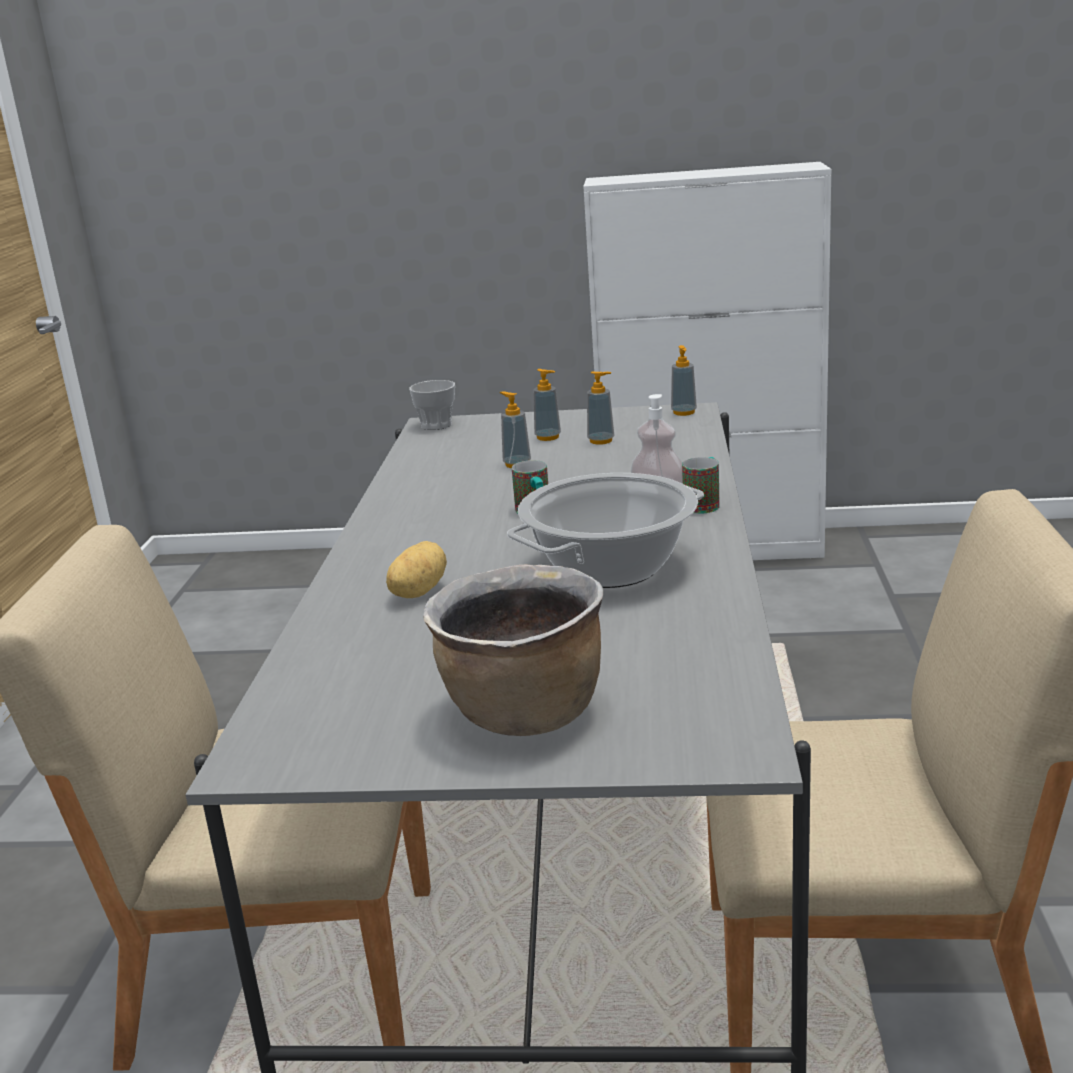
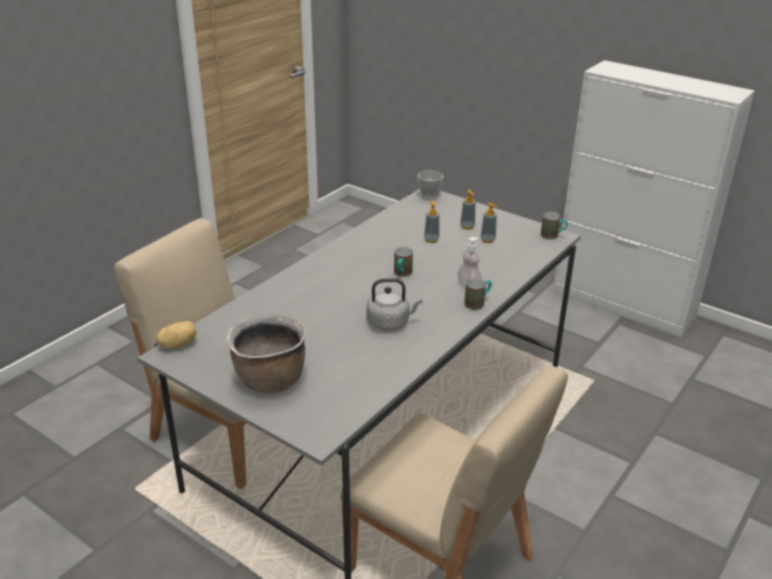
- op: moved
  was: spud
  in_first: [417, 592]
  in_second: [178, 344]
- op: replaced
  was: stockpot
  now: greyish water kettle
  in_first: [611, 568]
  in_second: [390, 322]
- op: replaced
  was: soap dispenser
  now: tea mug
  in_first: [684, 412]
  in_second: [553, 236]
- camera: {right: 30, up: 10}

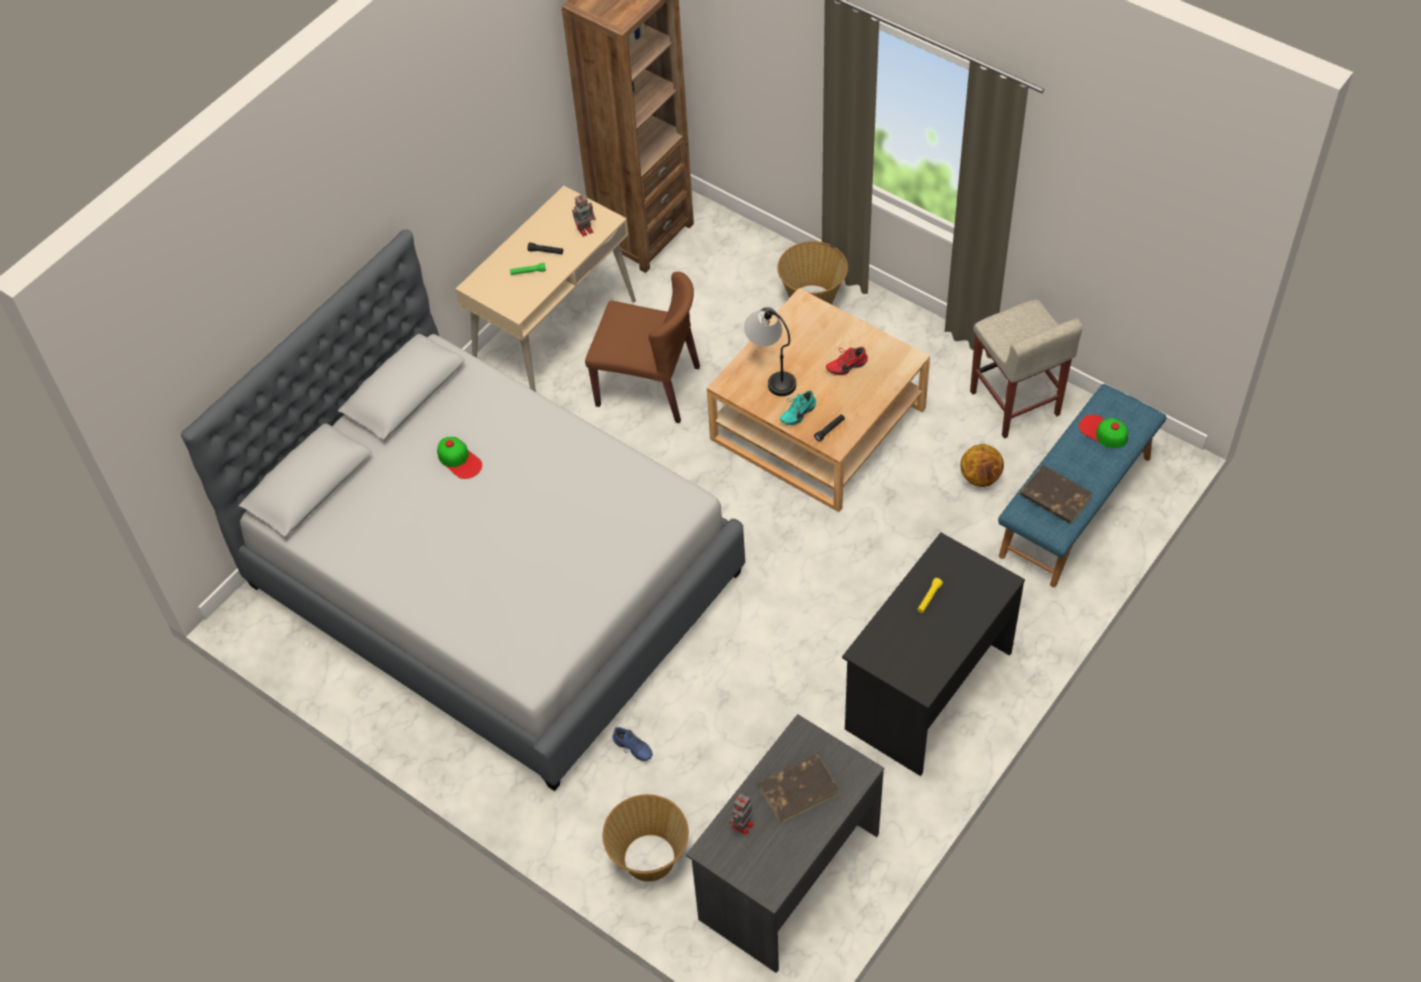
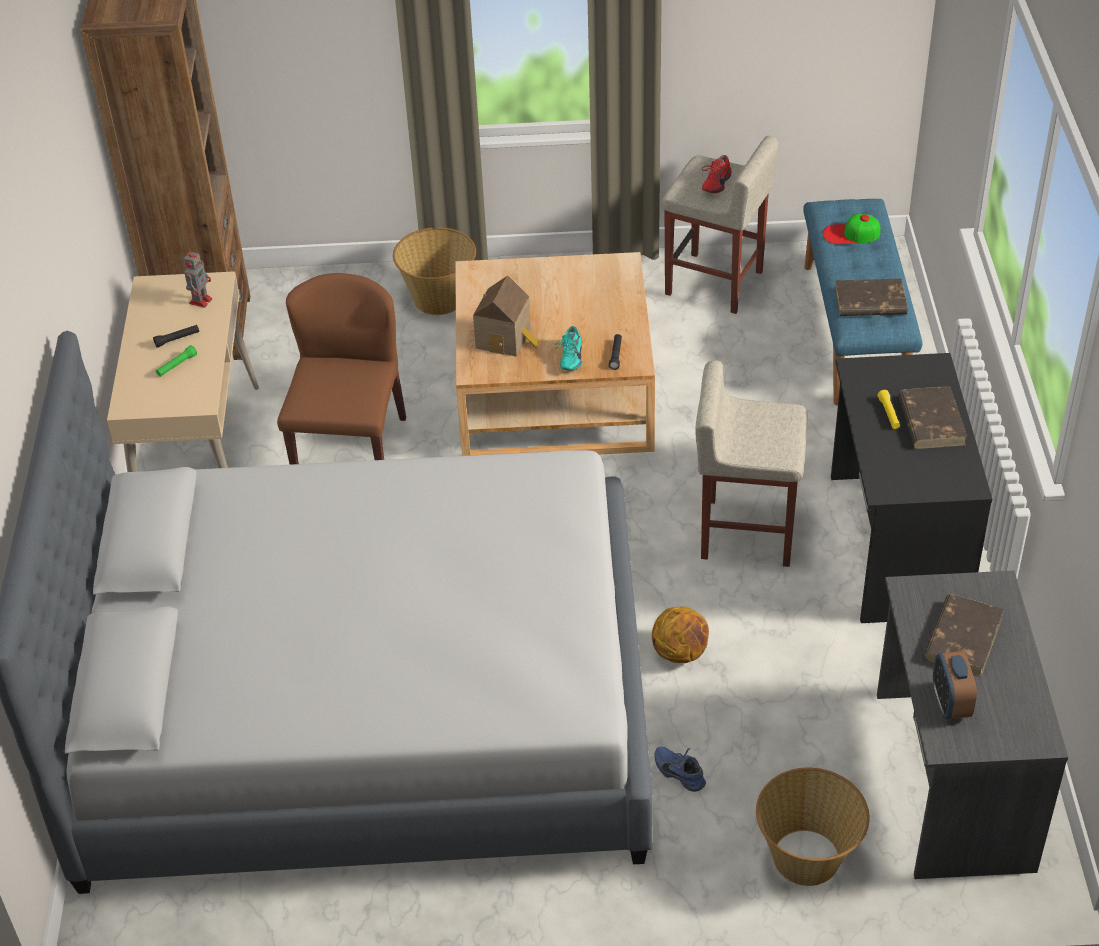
- op: turned
  was: brownish upright chair
  in_first: [649, 386]
  in_second: [350, 451]
  clockwise: -60
- op: replaced
  was: table lamp
  now: model house
  in_first: [771, 372]
  in_second: [506, 339]
- op: moved
  was: basketball
  in_first: [981, 477]
  in_second: [681, 652]
- op: turned
  was: blue-coloured low shoe
  in_first: [632, 749]
  in_second: [681, 772]
  clockwise: -135
- op: added
  now: sand-coloured stool
  in_second: [746, 532]
- op: moved
  was: reddish low shoe
  in_first: [846, 365]
  in_second: [715, 184]
- op: added
  now: brownish bound book
  in_second: [931, 421]
- op: replaced
  was: robot figure
  now: bedside clock
  in_first: [742, 826]
  in_second: [950, 703]
- op: removed
  was: cap
  in_first: [459, 460]
- camera: {right: -40, up: -10}

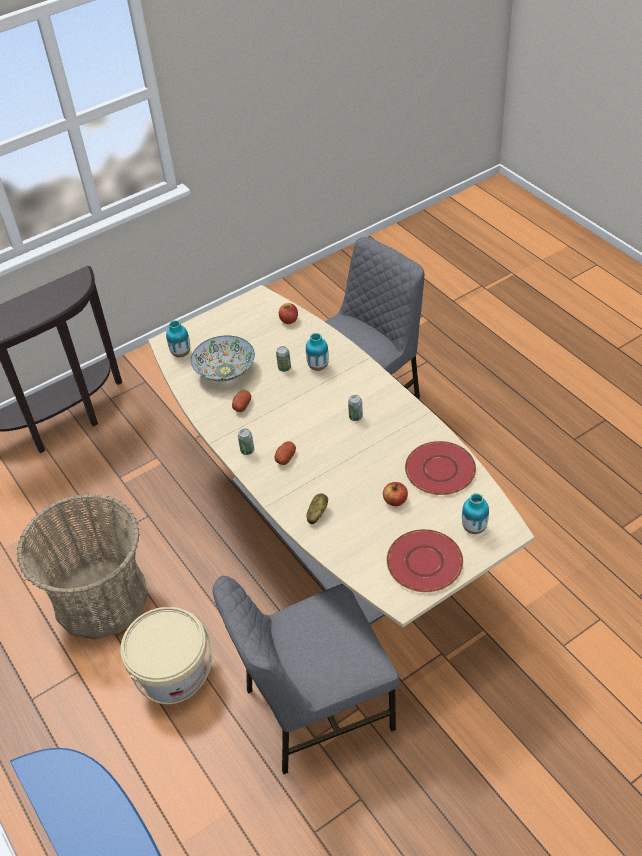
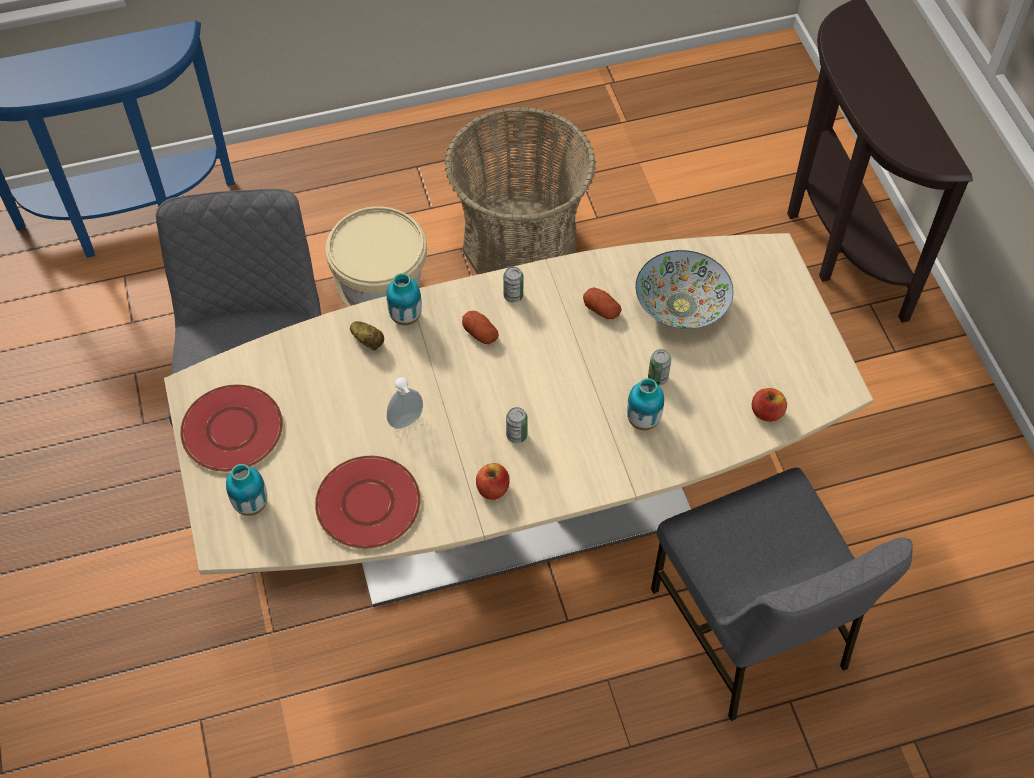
- op: moved
  was: vase
  in_first: [181, 353]
  in_second: [406, 317]
- op: added
  now: soap dispenser
  in_second: [407, 422]
- op: moved
  was: apple fruit
  in_first: [395, 500]
  in_second: [492, 489]
- camera: {right: 105, up: 10}

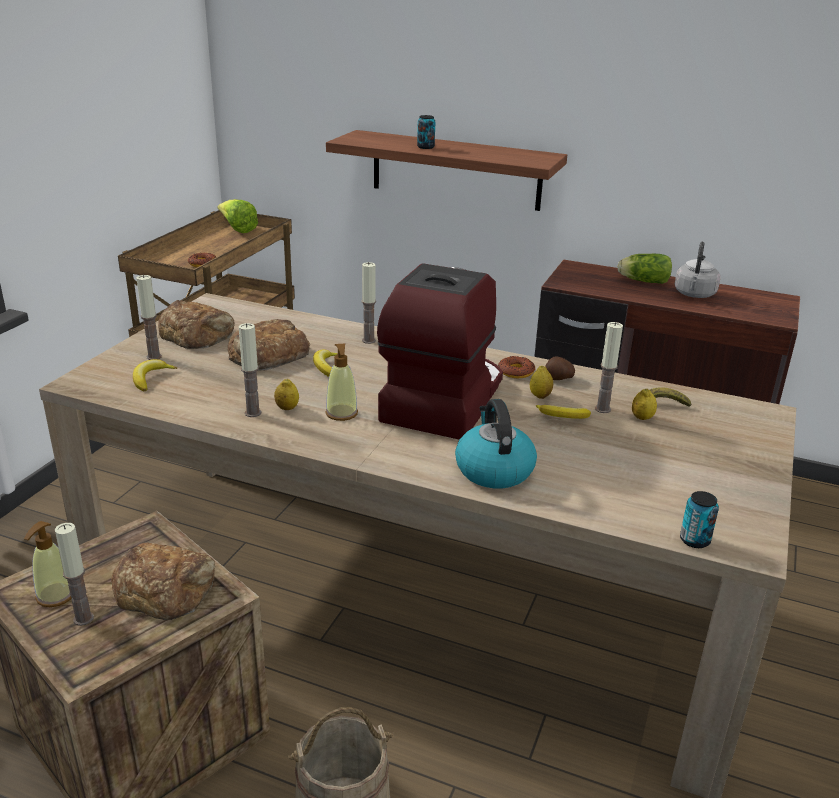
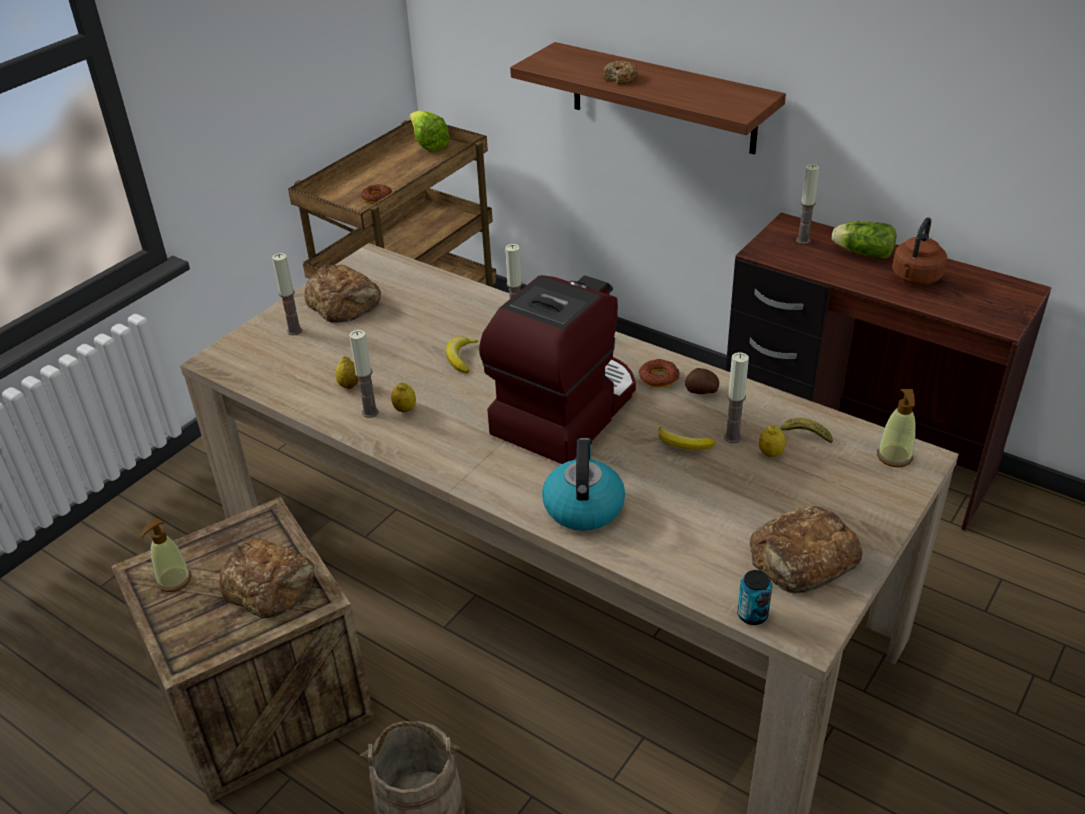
- op: moved
  was: whole lemon
  in_first: [540, 396]
  in_second: [349, 385]
- op: replaced
  was: sealed can
  now: doughnut
  in_first: [425, 147]
  in_second: [620, 78]
- op: moved
  was: bread
  in_first: [267, 355]
  in_second: [802, 559]
- op: moved
  was: candle
  in_first: [83, 618]
  in_second: [803, 240]
- op: moved
  was: soap dispenser
  in_first: [341, 413]
  in_second: [894, 457]
- op: recoloured
  was: greyish water kettle
  now: brownish water kettle
  in_first: [694, 295]
  in_second: [915, 278]
- op: removed
  was: banana fruit
  in_first: [151, 379]
- camera: {right: 15, up: 10}

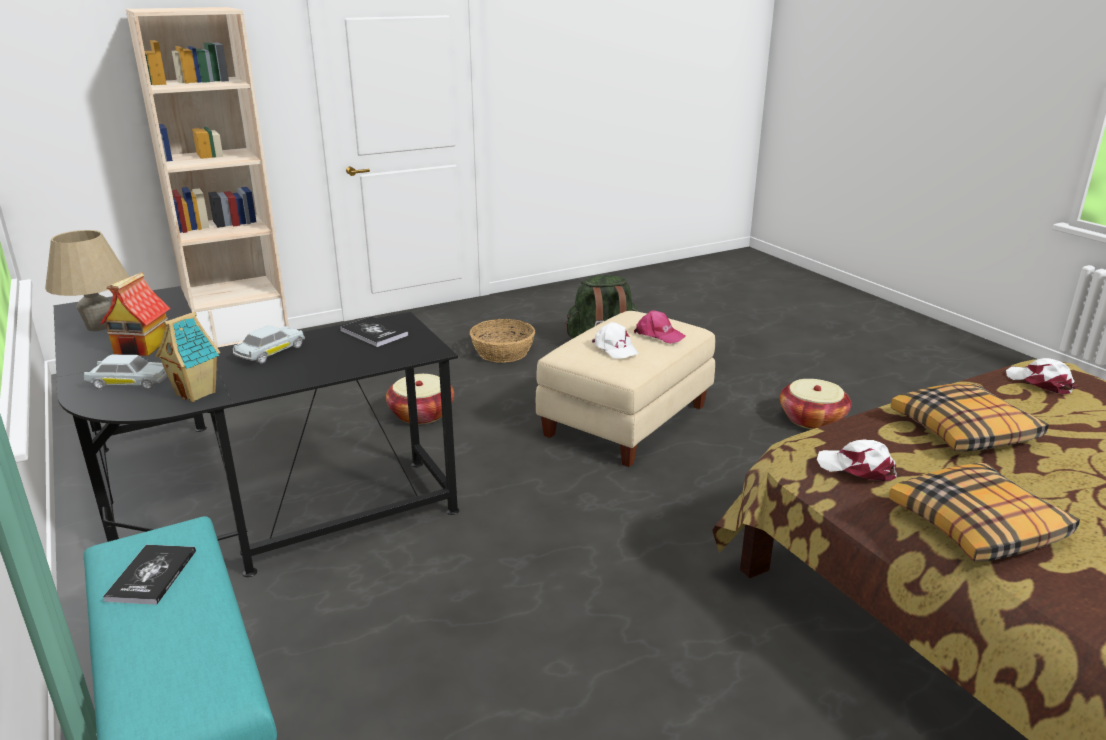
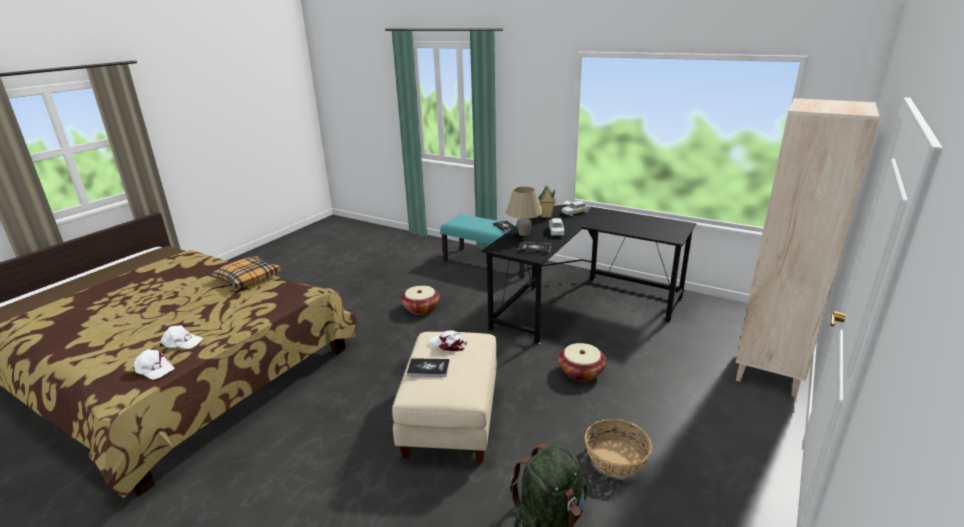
- op: moved
  was: white-coloured cap
  in_first: [857, 468]
  in_second: [181, 342]
- op: moved
  was: storage basket
  in_first: [812, 419]
  in_second: [421, 308]
- op: replaced
  was: pink-coloured cap
  now: bound book
  in_first: [658, 334]
  in_second: [428, 368]
- op: moved
  was: sand-coloured table lamp
  in_first: [99, 327]
  in_second: [524, 233]
- op: removed
  was: model house
  in_first: [143, 346]
- op: removed
  was: pillow
  in_first: [964, 431]
- camera: {right: 150, up: 0}

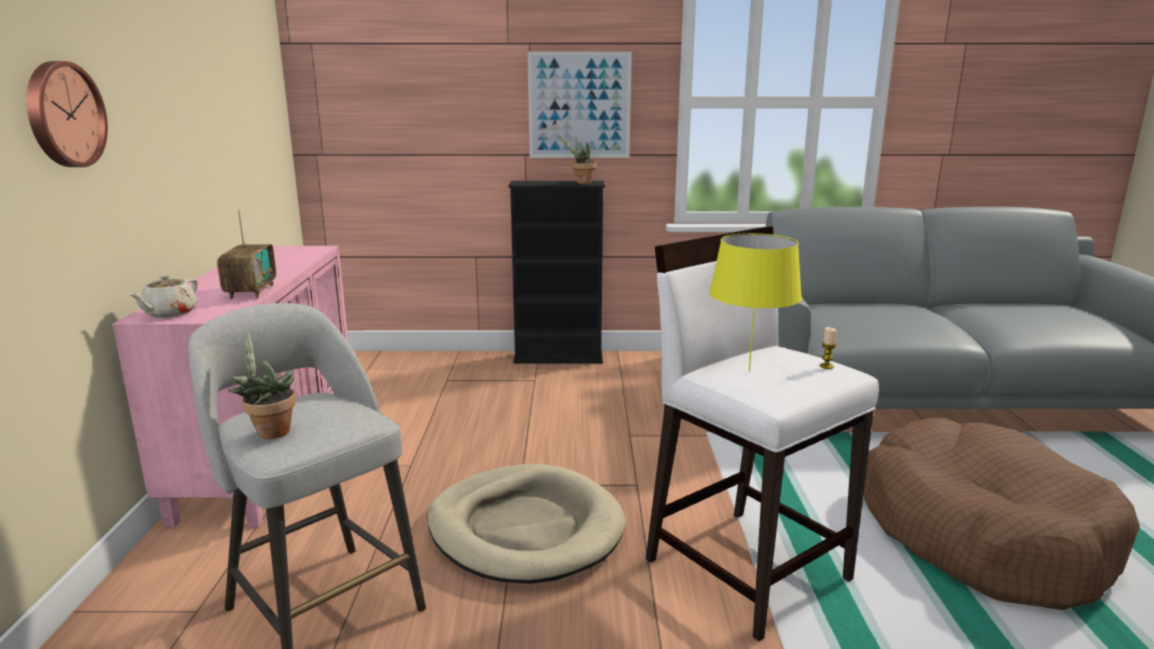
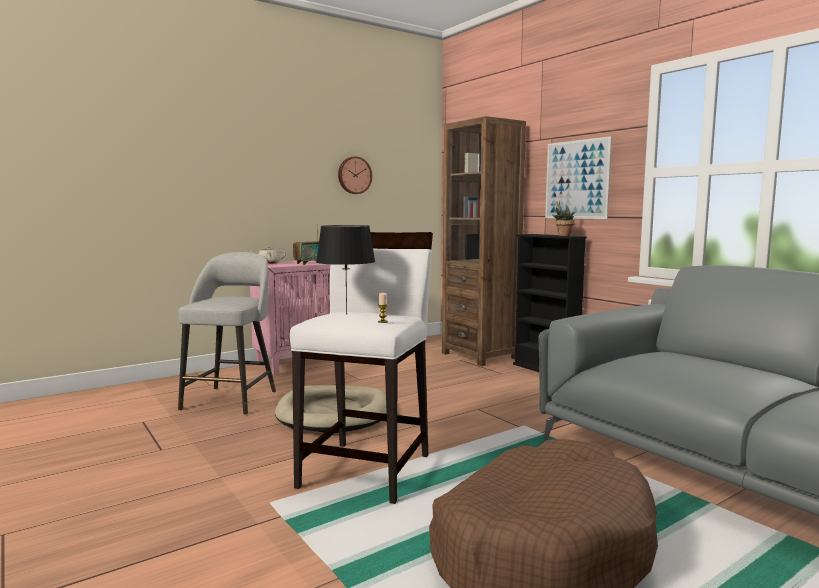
- op: recoloured
  was: yellowish table lamp
  now: blackish table lamp
  in_first: [748, 370]
  in_second: [347, 314]
- op: moved
  was: hanging clock
  in_first: [63, 115]
  in_second: [354, 175]
- op: added
  now: brownish bookshelf
  in_second: [480, 355]
- op: removed
  was: potted plant
  in_first: [270, 431]
- camera: {right: 55, up: -10}

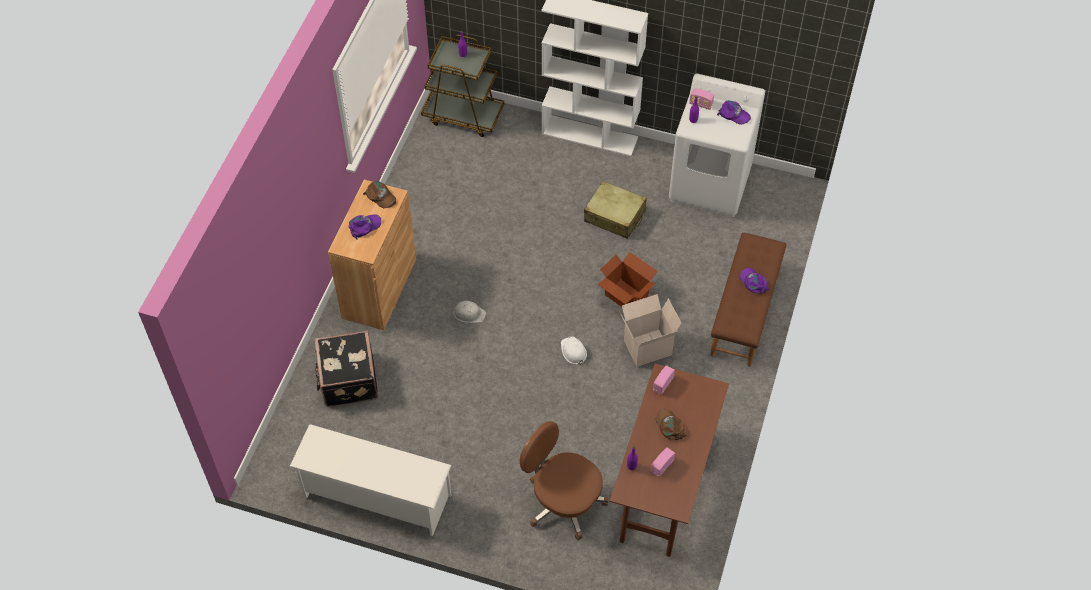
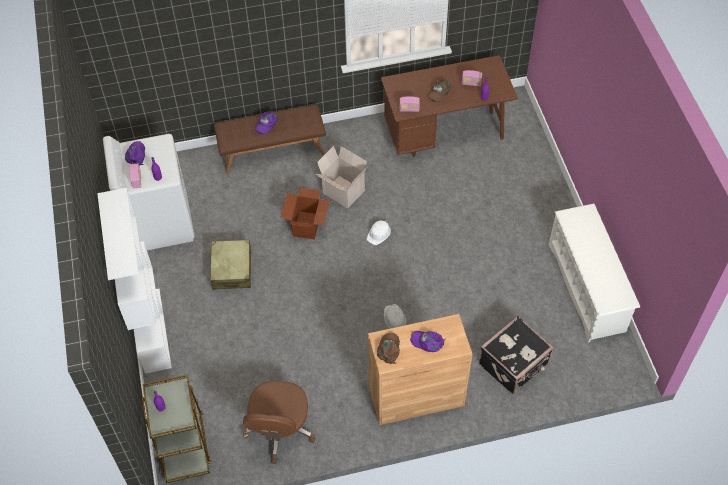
- op: moved
  was: brownish desk chair
  in_first: [563, 502]
  in_second: [280, 430]
- camera: {right: -120, up: 0}

